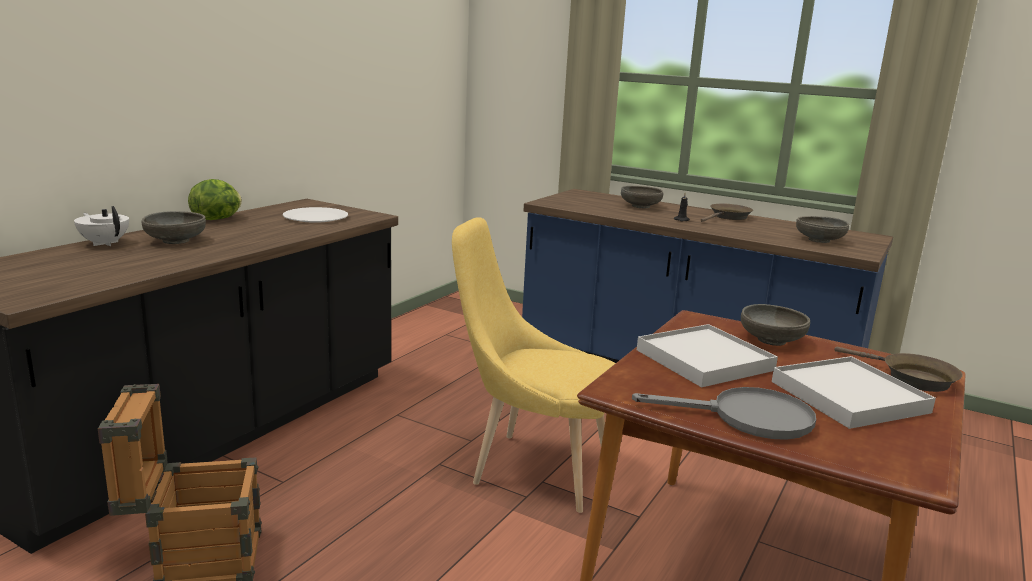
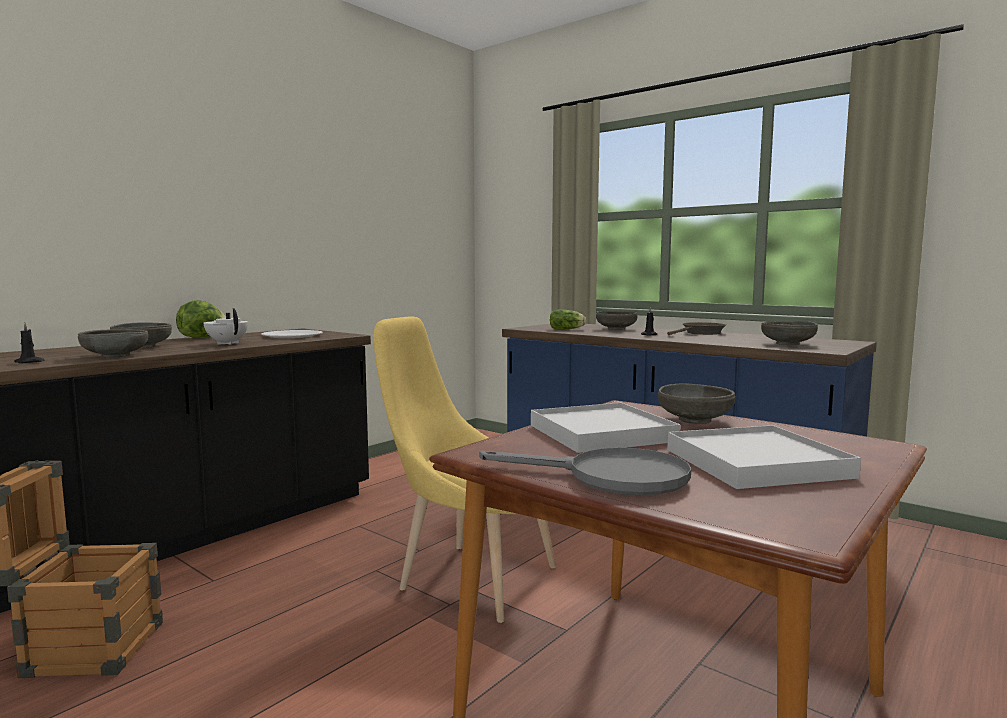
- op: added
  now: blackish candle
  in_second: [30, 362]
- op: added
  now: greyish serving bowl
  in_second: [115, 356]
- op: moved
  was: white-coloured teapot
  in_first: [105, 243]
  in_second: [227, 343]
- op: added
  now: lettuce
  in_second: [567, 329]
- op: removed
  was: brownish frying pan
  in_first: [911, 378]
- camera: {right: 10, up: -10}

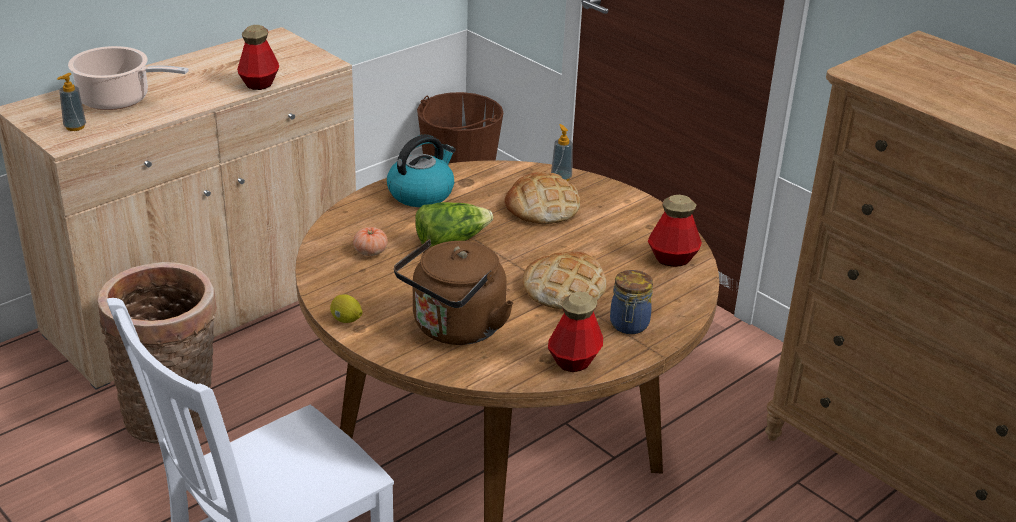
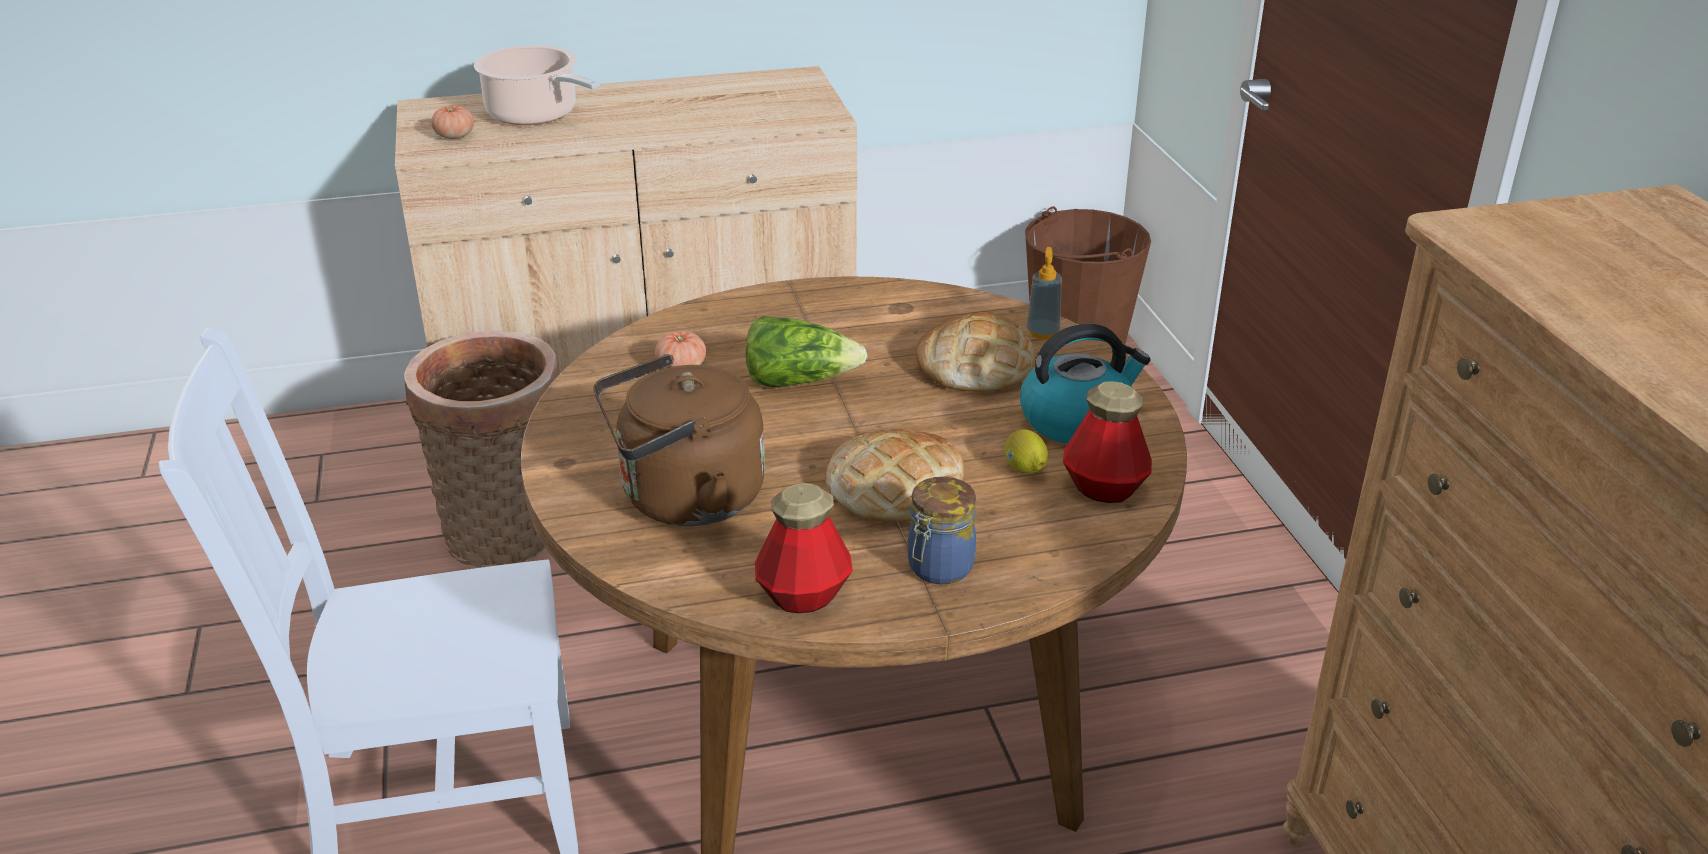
- op: replaced
  was: soap dispenser
  now: fresh tomato
  in_first: [75, 127]
  in_second: [454, 136]
- op: moved
  was: whole lemon
  in_first: [346, 320]
  in_second: [1025, 469]
- op: moved
  was: water kettle
  in_first: [421, 193]
  in_second: [1077, 420]
- op: removed
  was: drink bottle
  in_first: [259, 84]
- camera: {right: 30, up: 0}

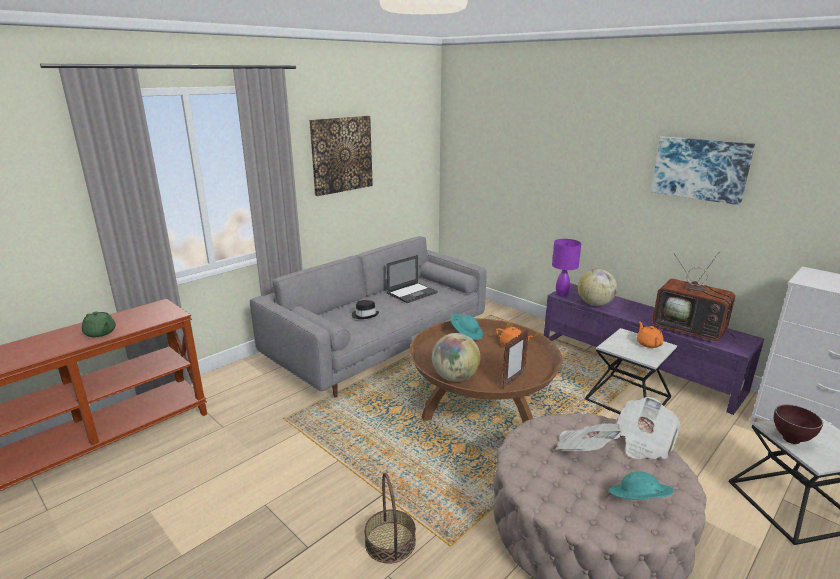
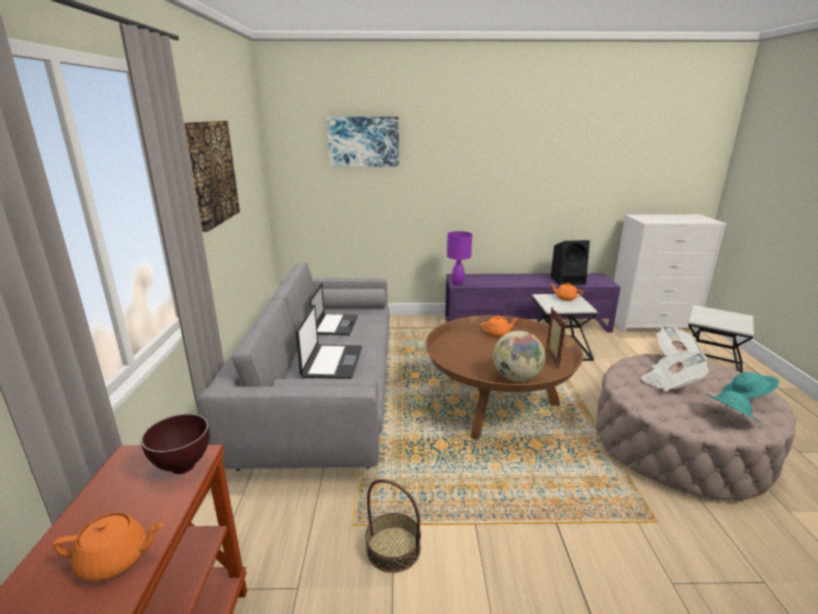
- op: recoloured
  was: greenish teapot
  now: orangey teapot
  in_first: [100, 333]
  in_second: [115, 560]
- op: moved
  was: brownish serving bowl
  in_first: [791, 440]
  in_second: [185, 466]
- op: replaced
  was: blackish wearable hat
  now: laptop
  in_first: [365, 315]
  in_second: [331, 362]
- op: moved
  was: picture
  in_first: [700, 169]
  in_second: [363, 141]
- op: moved
  was: storage basket
  in_first: [390, 542]
  in_second: [393, 548]
- op: replaced
  was: television
  now: blackish audio speaker
  in_first: [691, 330]
  in_second: [568, 281]
- op: moved
  was: turquoise wearable hat
  in_first: [466, 334]
  in_second: [728, 417]
- op: removed
  was: globe
  in_first: [595, 304]
- camera: {right: -45, up: 0}

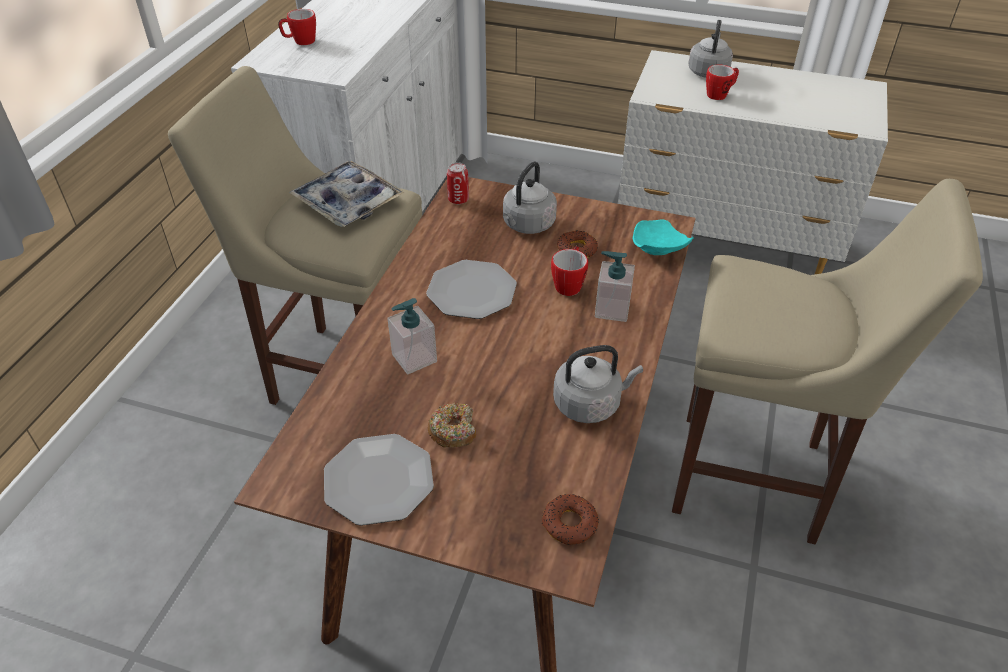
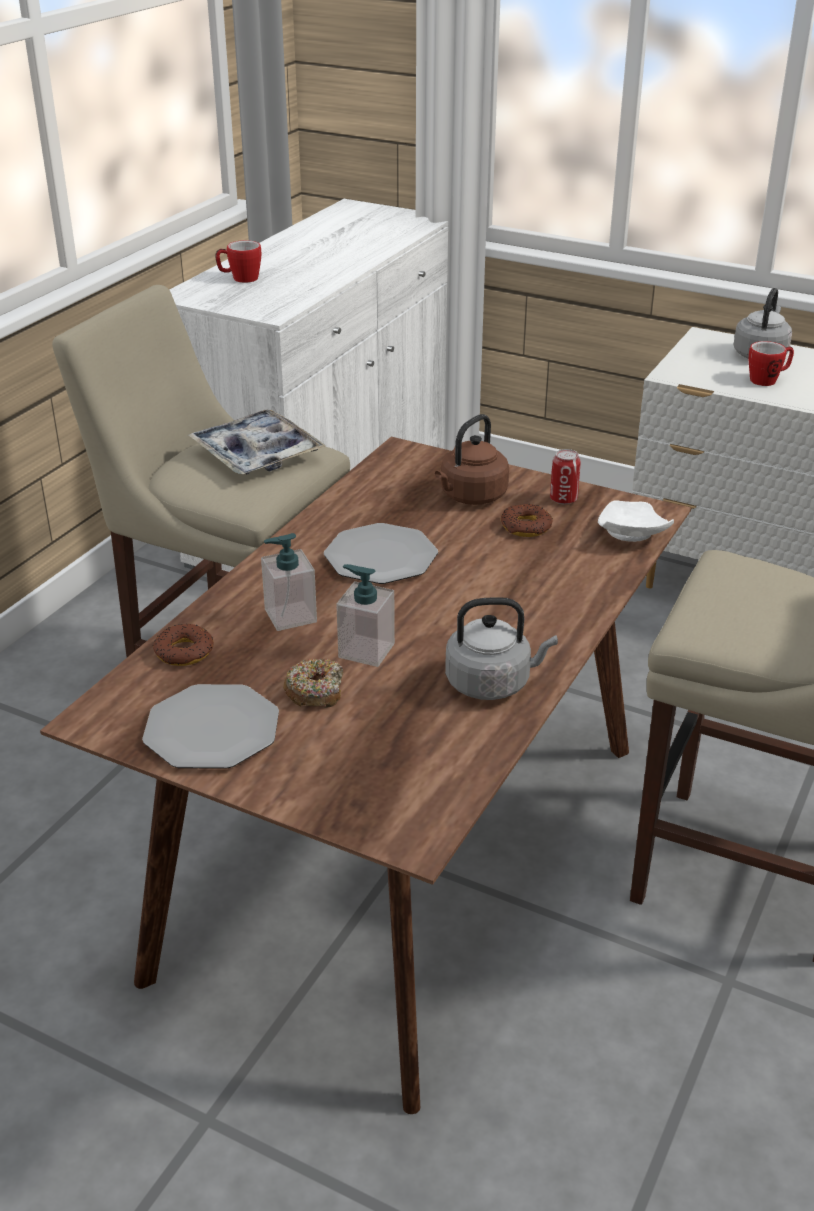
- op: moved
  was: doughnut
  in_first: [569, 524]
  in_second: [183, 652]
- op: moved
  was: soap dispenser
  in_first: [612, 309]
  in_second: [366, 650]
- op: recoloured
  was: greyish water kettle
  now: brownish water kettle
  in_first: [527, 225]
  in_second: [471, 496]
- op: moved
  was: sealed can
  in_first: [458, 200]
  in_second: [563, 499]
- op: recoloured
  was: turquoise dinner plate
  now: white-coloured dinner plate
  in_first: [657, 248]
  in_second: [630, 534]
- op: removed
  was: tea mug
  in_first: [569, 284]
- camera: {right: 10, up: -10}

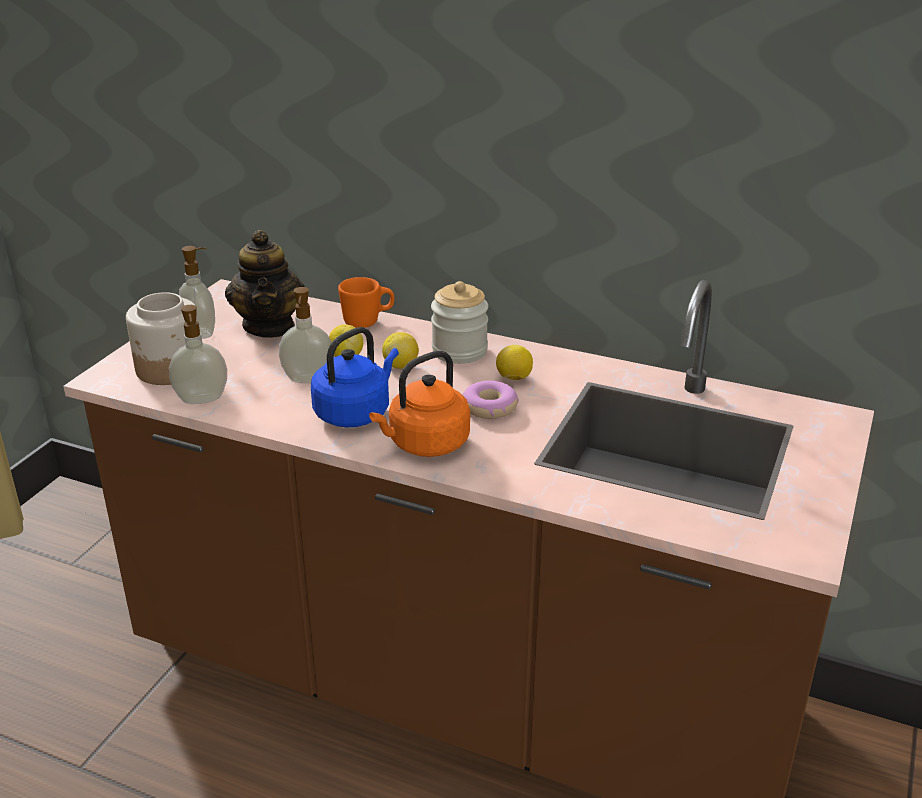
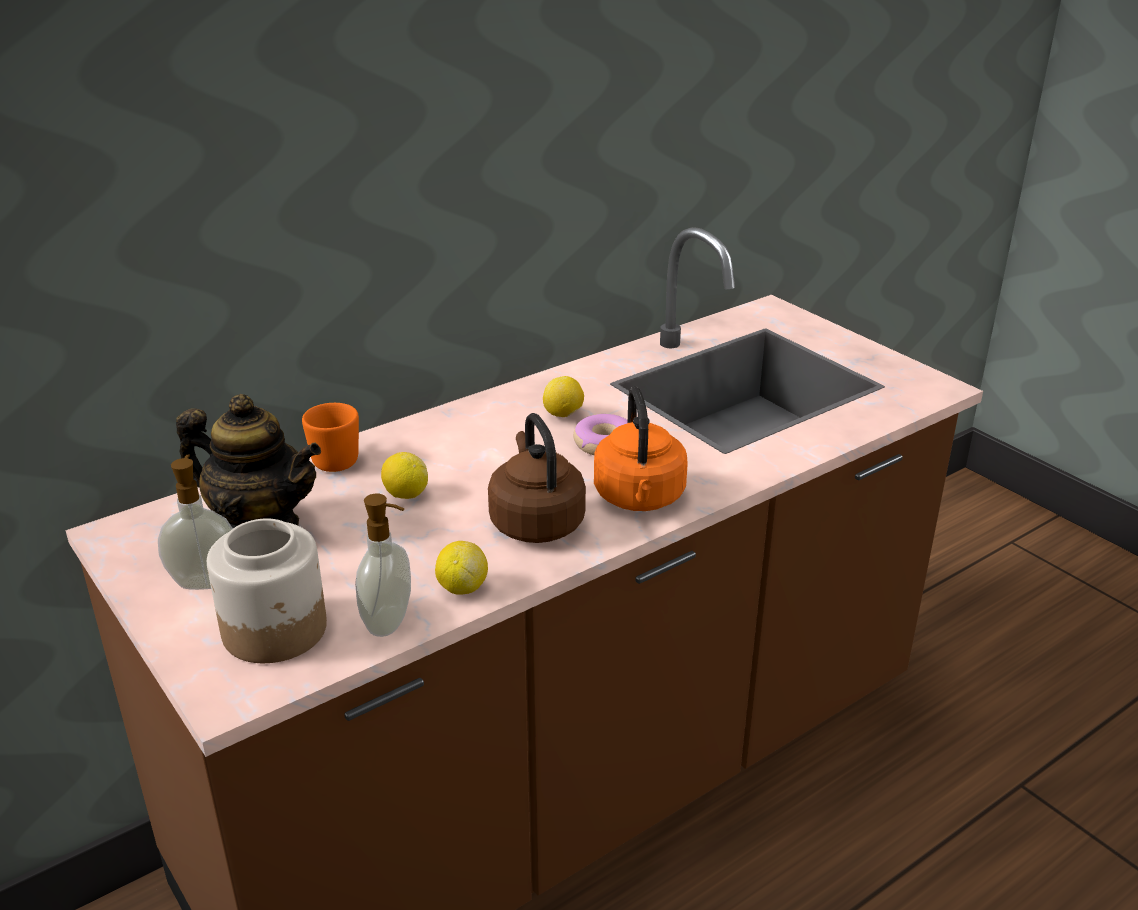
- op: moved
  was: whole lemon
  in_first: [401, 365]
  in_second: [462, 587]
- op: recoloured
  was: blue-coloured water kettle
  now: brownish water kettle
  in_first: [355, 413]
  in_second: [535, 522]
- op: removed
  was: soap dispenser
  in_first: [308, 380]
- op: removed
  was: jar
  in_first: [459, 351]
- camera: {right: -60, up: 0}

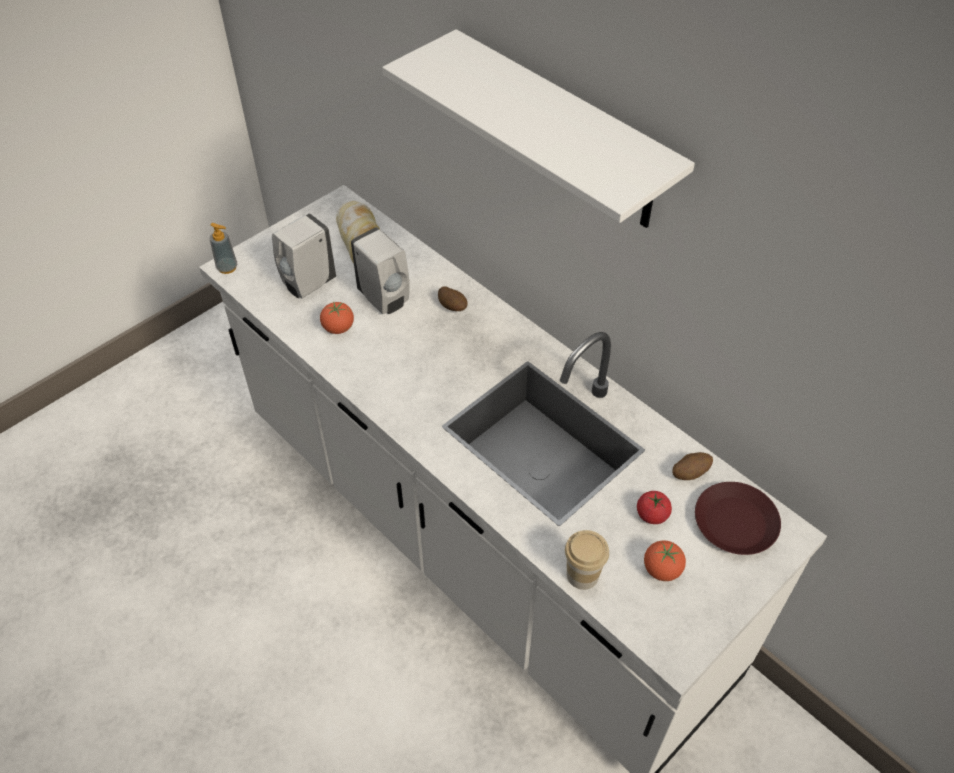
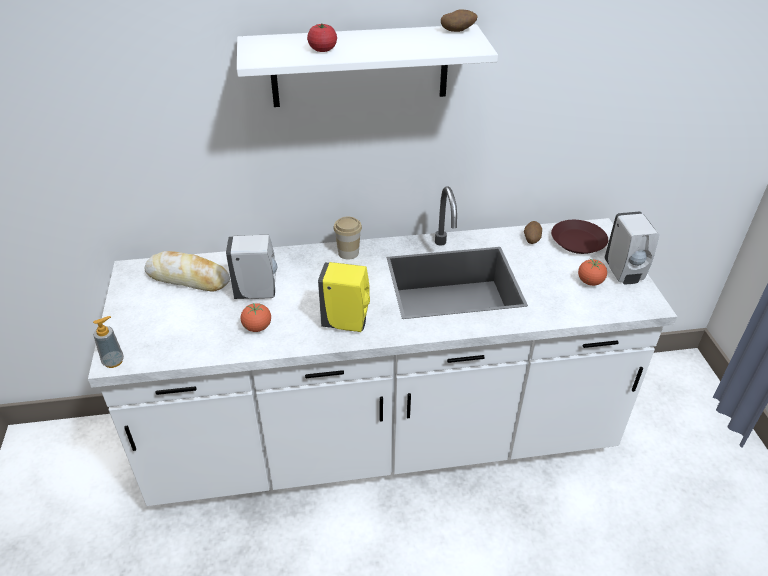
- op: moved
  was: fresh tomato
  in_first: [652, 515]
  in_second: [322, 50]
- op: added
  now: yellowish soap dispenser
  in_second: [347, 323]
- op: moved
  was: cup
  in_first: [582, 575]
  in_second: [348, 253]
- op: moved
  was: spud
  in_first: [453, 307]
  in_second: [458, 31]
- op: moved
  was: white-coloured soap dispenser
  in_first: [307, 285]
  in_second: [624, 273]
- camera: {right: -55, up: -10}

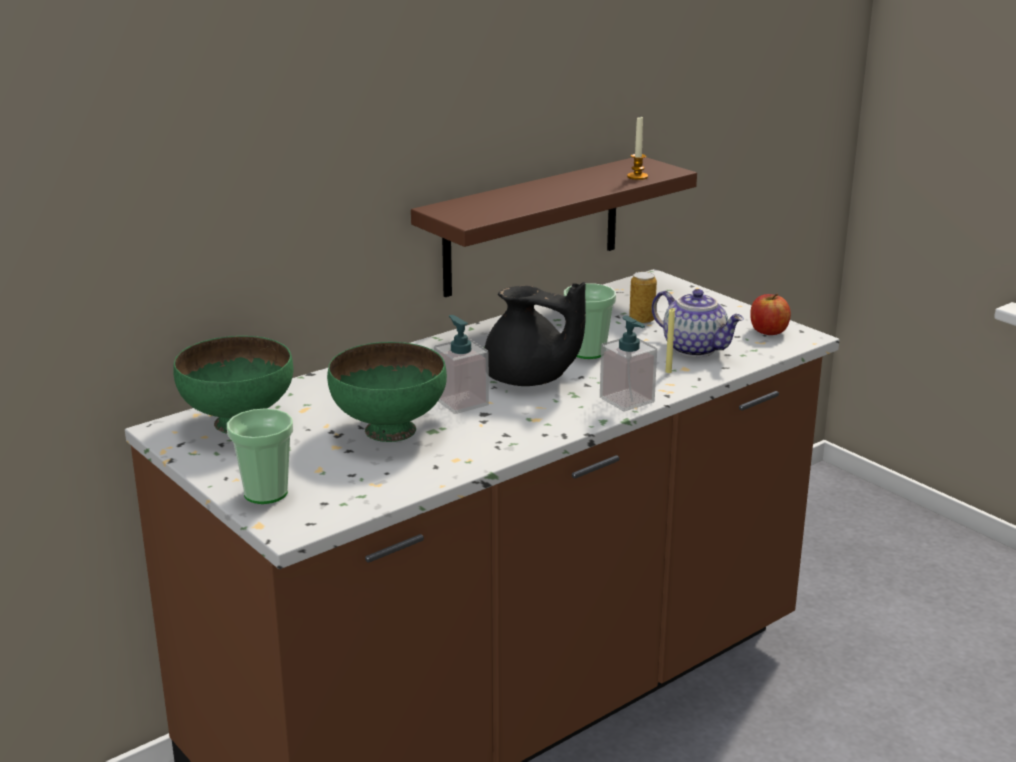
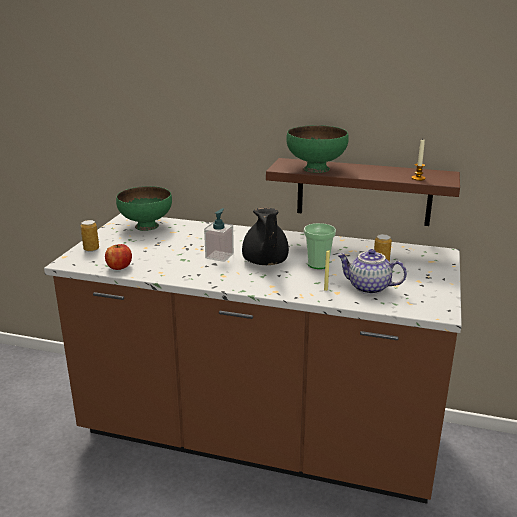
- op: replaced
  was: cup
  now: sealed can
  in_first: [265, 493]
  in_second: [91, 249]
- op: moved
  was: apple fruit
  in_first: [768, 331]
  in_second: [119, 267]
- op: moved
  was: greenish serving bowl
  in_first: [389, 430]
  in_second: [316, 168]
- op: turned
  was: teapot
  in_first: [695, 348]
  in_second: [368, 288]
  clockwise: 105
- op: removed
  was: soap dispenser
  in_first: [627, 400]
- camera: {right: 55, up: 0}

